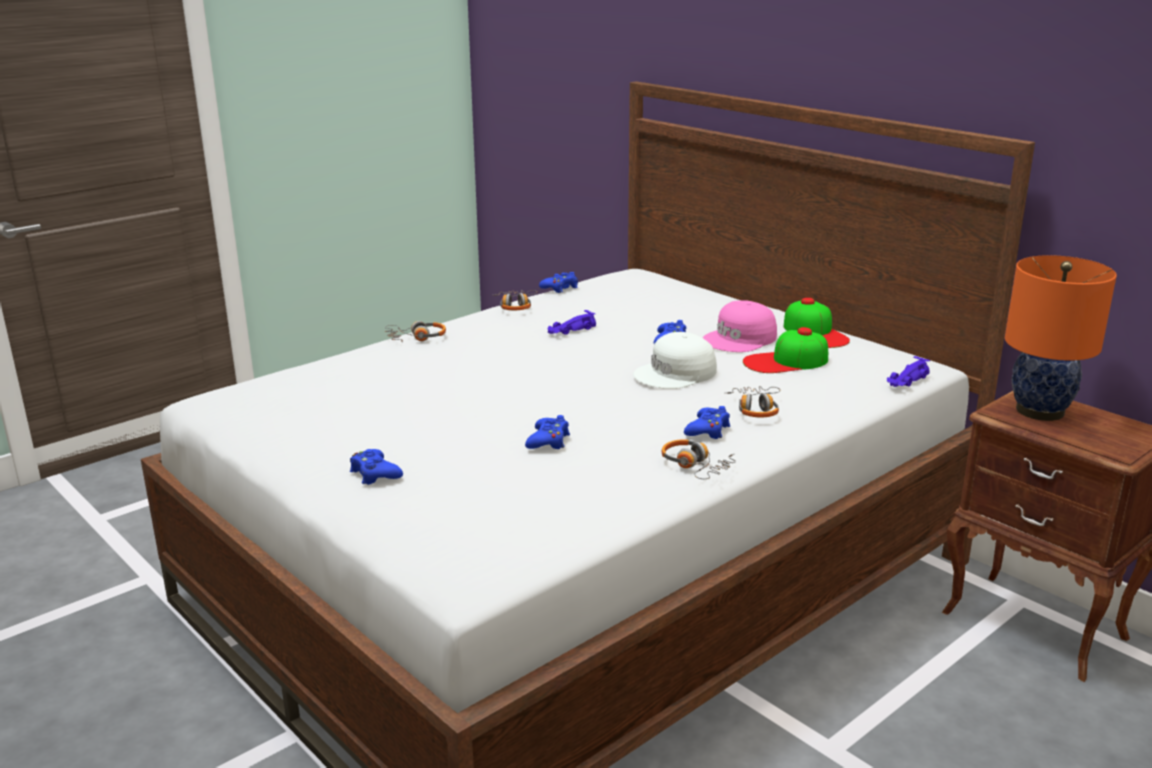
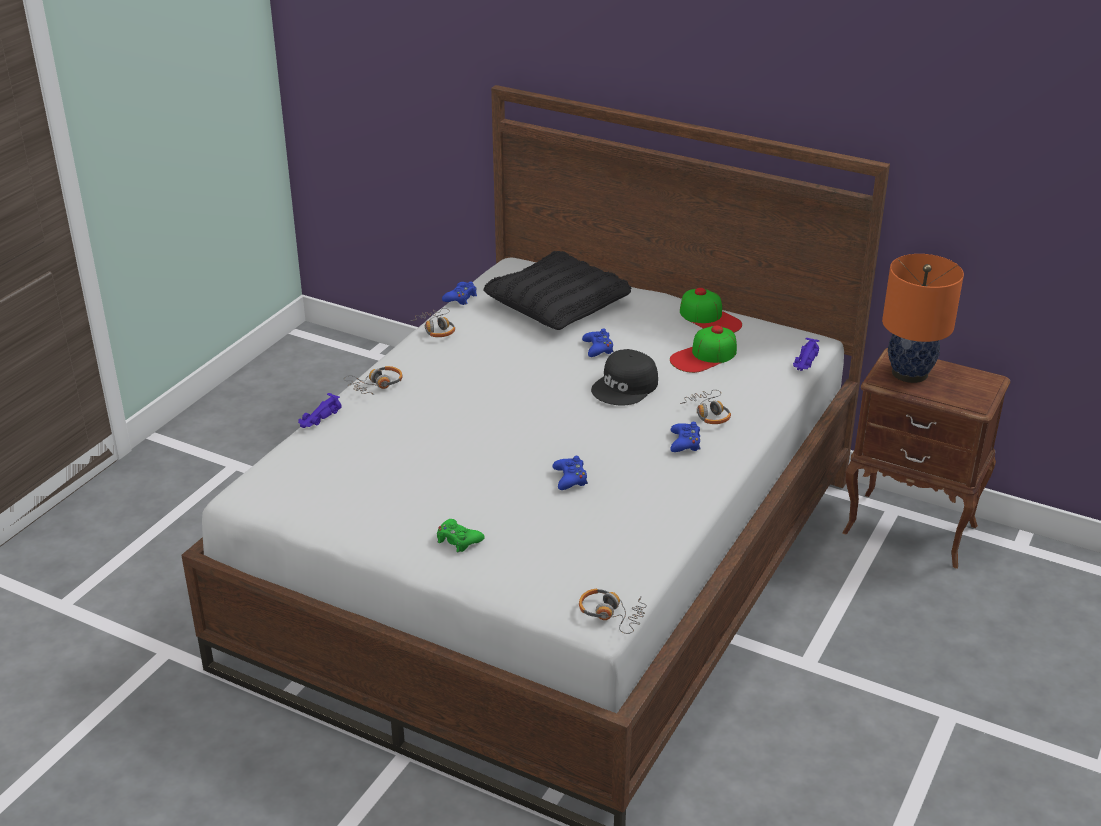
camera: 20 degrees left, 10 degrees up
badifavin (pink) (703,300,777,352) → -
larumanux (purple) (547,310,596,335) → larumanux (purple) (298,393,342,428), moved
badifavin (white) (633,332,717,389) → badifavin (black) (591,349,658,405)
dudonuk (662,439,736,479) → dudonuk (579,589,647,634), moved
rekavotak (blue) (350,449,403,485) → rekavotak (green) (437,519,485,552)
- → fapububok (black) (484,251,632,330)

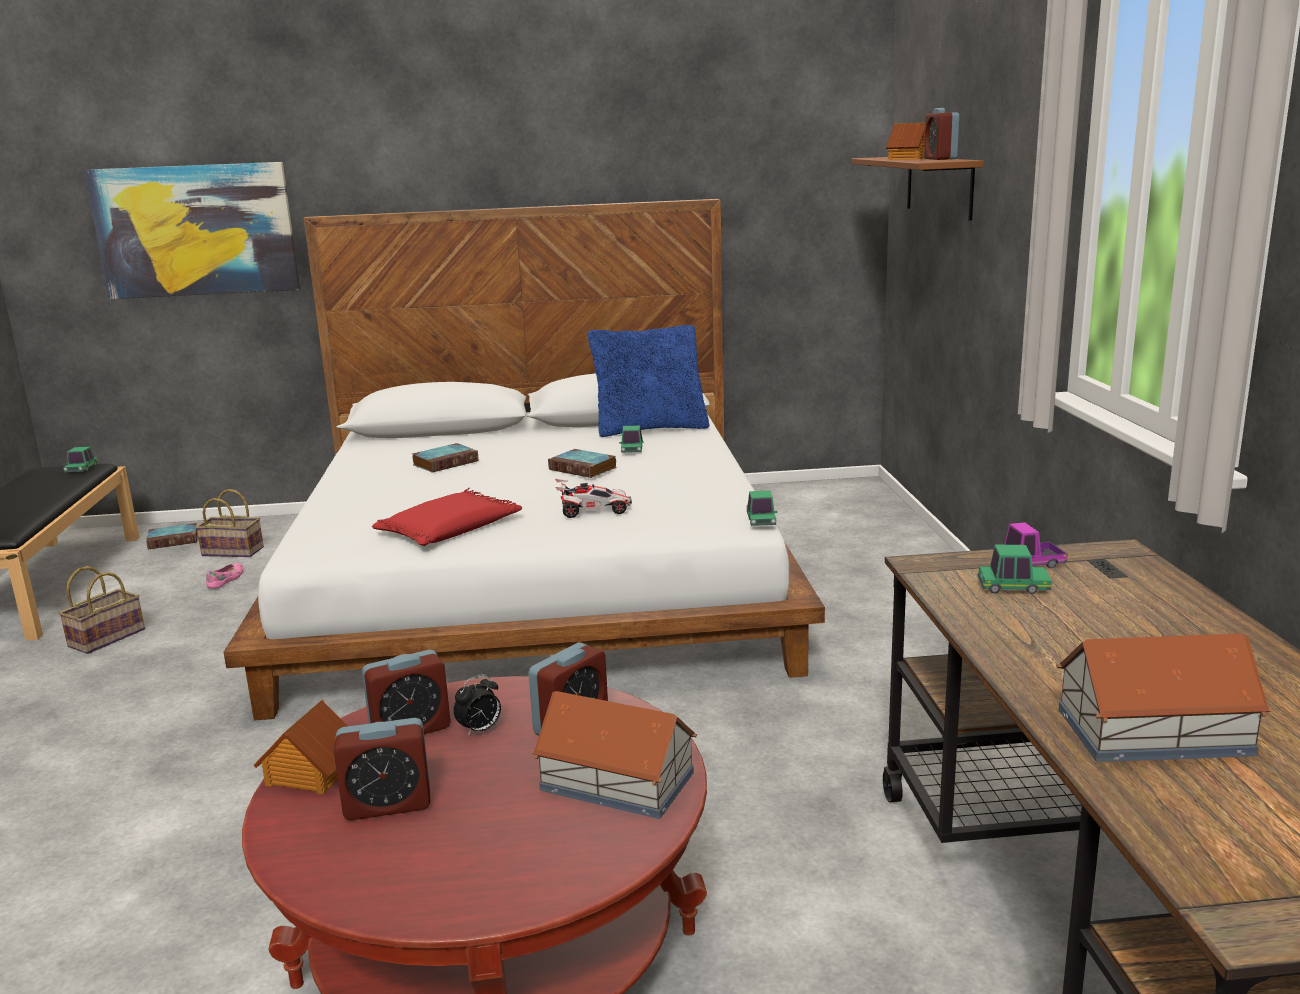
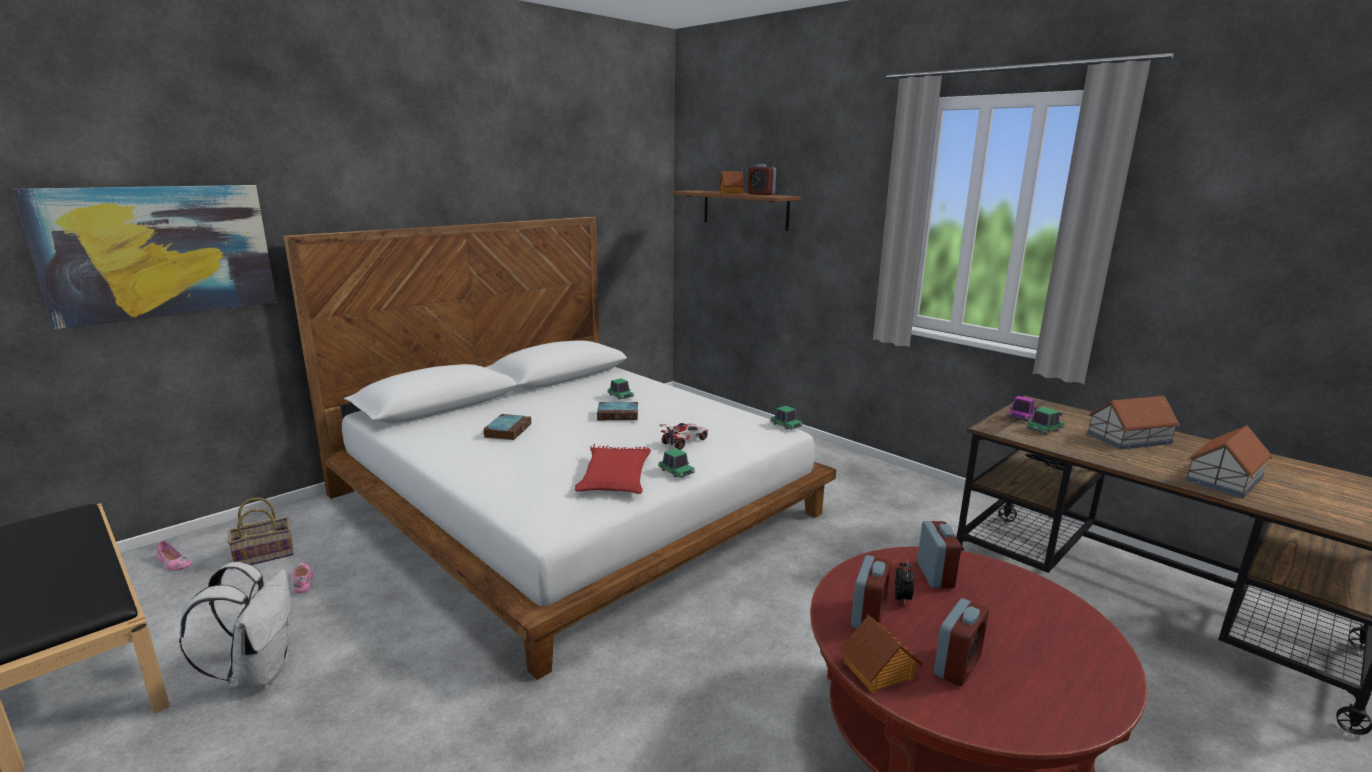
camera: 40 degrees left, 0 degrees up
fapububok (blue) (588,325,709,437) → -
larumanux (63,447,99,472) → larumanux (659,448,695,478), moved
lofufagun (146,523,198,549) → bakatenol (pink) (157,541,191,571)
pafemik (59,566,145,654) → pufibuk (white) (179,562,291,690)
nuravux (531,691,697,819) → nuravux (1087,396,1180,450), moved

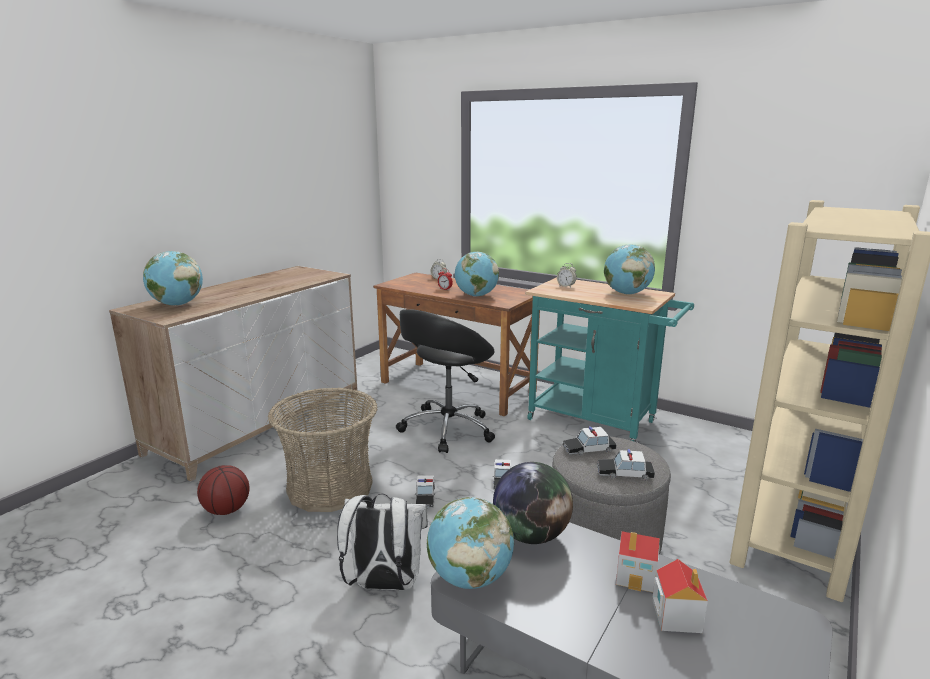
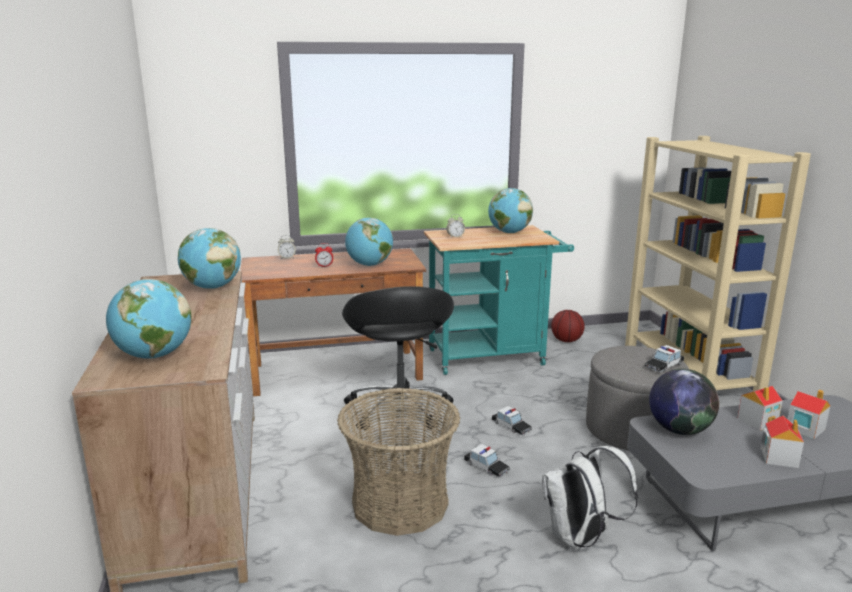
camera: 45 degrees left, 0 degrees up
larumanux (562,426,617,456) → -
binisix (197,465,250,515) → binisix (551,310,585,342), moved
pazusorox (427,497,514,589) → pazusorox (178,228,241,289), moved
- → nuravux (761,416,804,468)

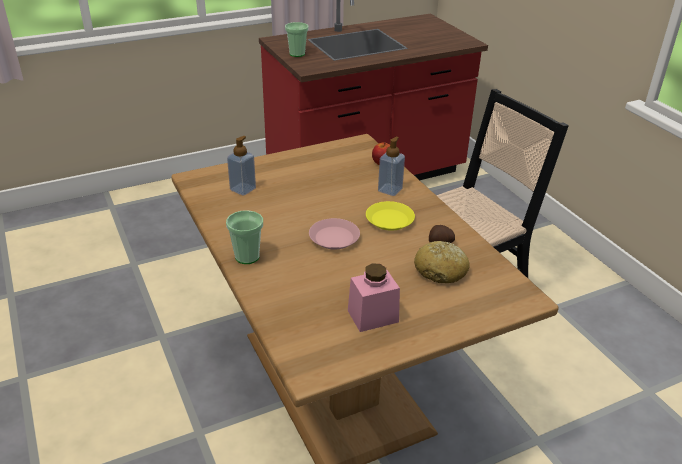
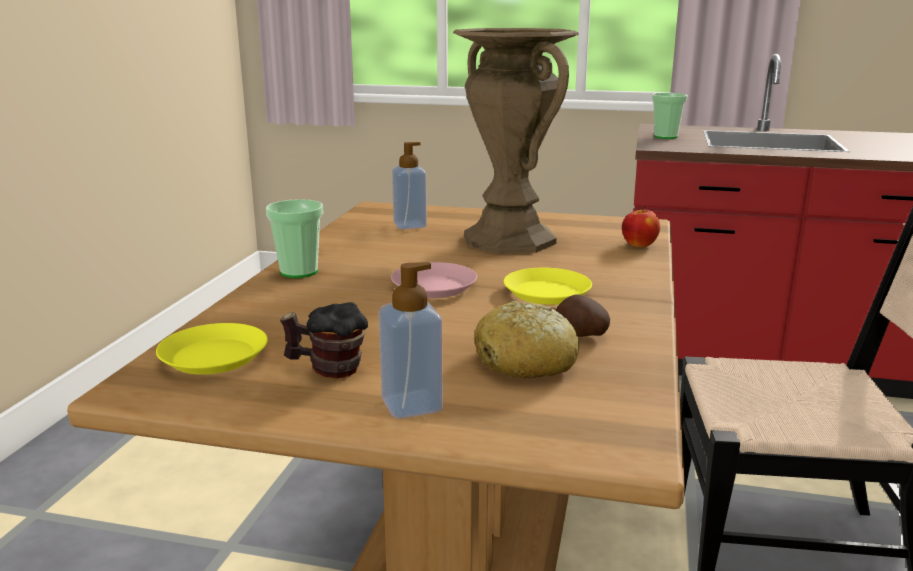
camera: 40 degrees right, 15 degrees down
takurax (378,137,405,196) → takurax (379,262,443,419), moved
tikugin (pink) (348,263,400,332) → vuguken (280,302,368,379)
- → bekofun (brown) (453,28,579,254)
- → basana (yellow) (156,323,268,374)

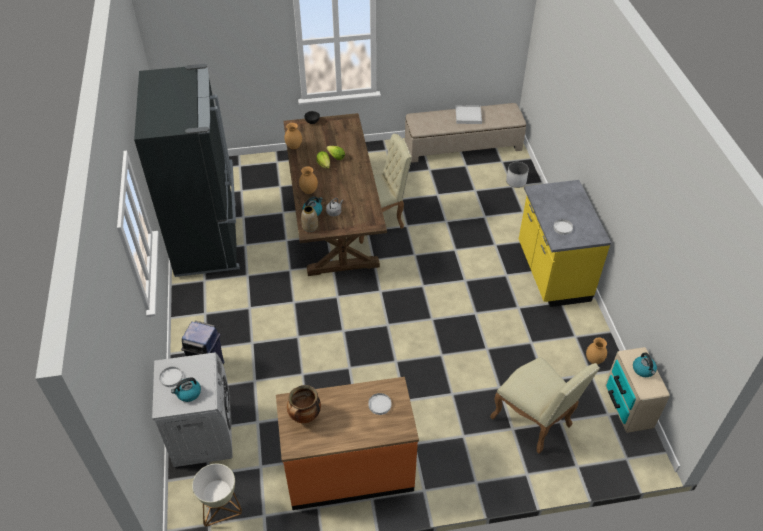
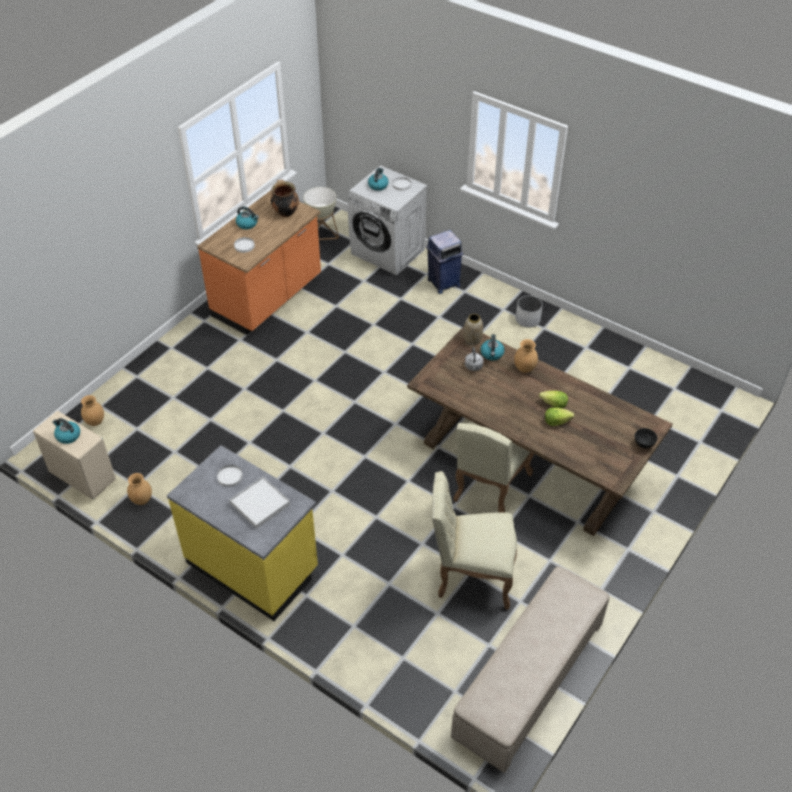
camera: 135 degrees right, 0 degrees up
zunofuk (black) (134,64,240,277) → -
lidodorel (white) (455,105,482,124) → lidodorel (white) (229,477,290,529), moved
bekofun (brown) (284,123,302,149) → bekofun (brown) (81,395,104,426), moved
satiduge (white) (506,162,529,188) → satiduge (white) (516,295,543,328), moved
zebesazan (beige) (490,357,600,454) → zebesazan (beige) (432,471,517,609), moved
- → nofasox (236,207,259,229)

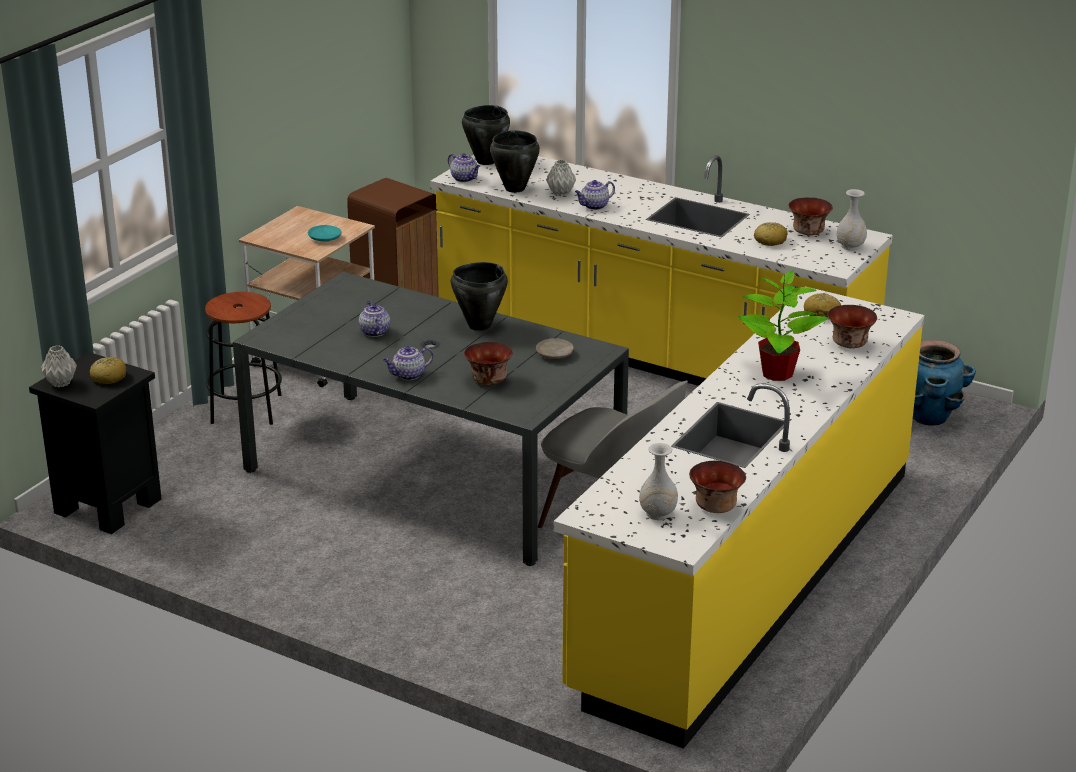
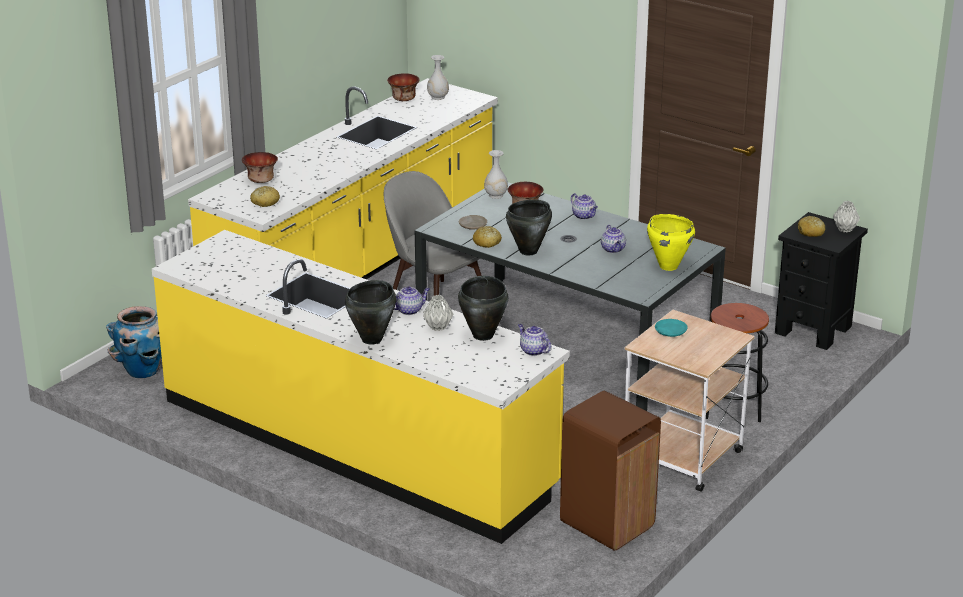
camera: 175 degrees left, 0 degrees up
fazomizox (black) (462,105,510,165) → fazomizox (black) (345,280,396,345), moved
bekofun (white) (837,189,867,251) → bekofun (white) (484,150,508,199), moved
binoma (788,197,833,235) → -
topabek (754,222,788,246) → topabek (473,226,502,248), moved
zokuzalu (738,270,829,381) → -
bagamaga (383,346,433,380) → bagamaga (571,193,598,220), 75 degrees clockwise
- → fazomizox (yellow) (647,214,695,271)

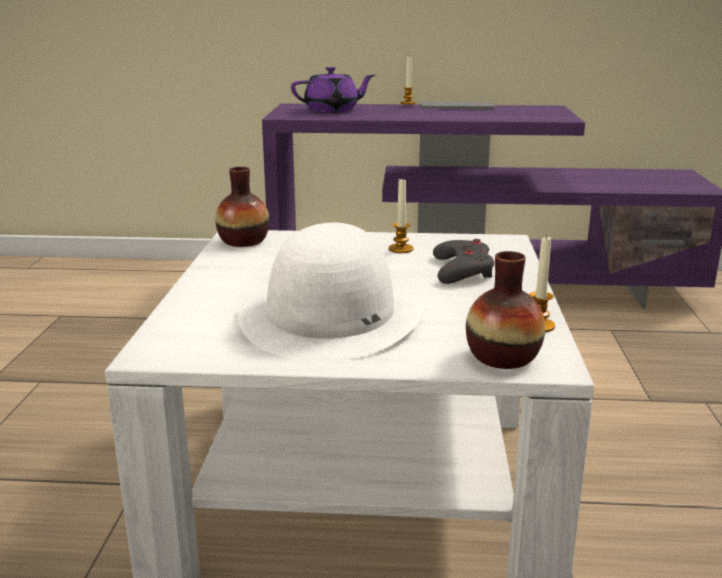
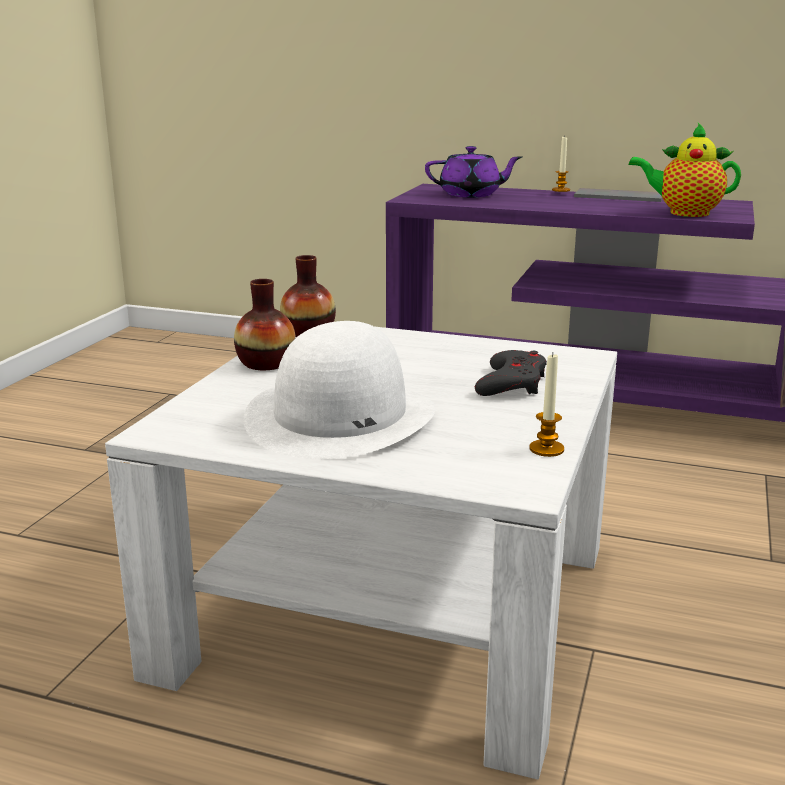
camera: 15 degrees right, 0 degrees up
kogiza (389,177,413,253) → -
bekofun (466,251,545,369) → bekofun (234,279,296,370), moved
- → bagamaga (629,123,741,217)

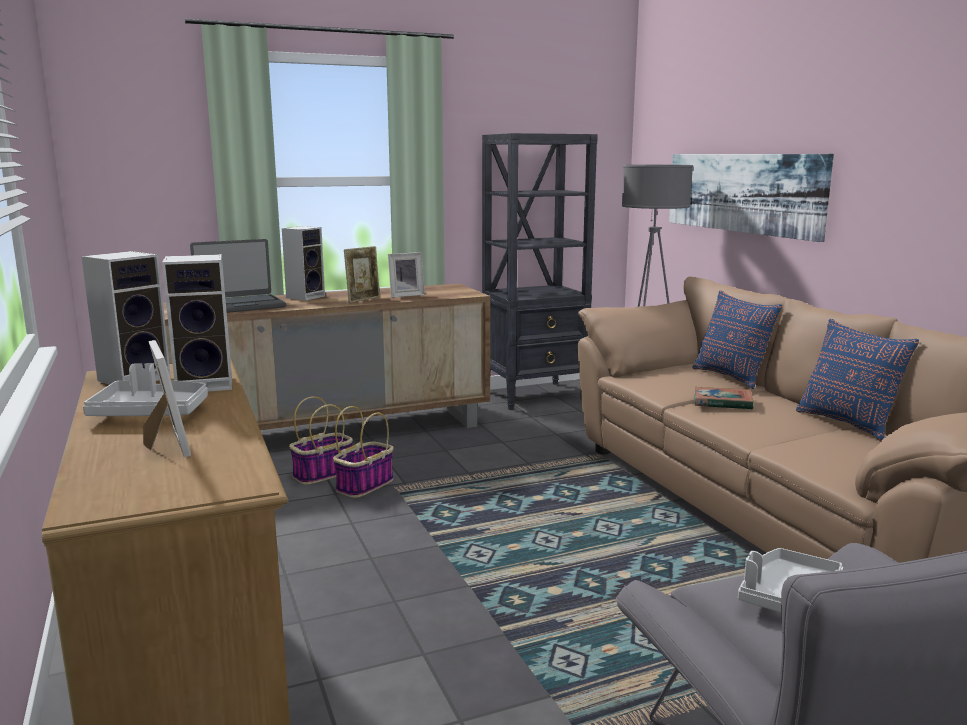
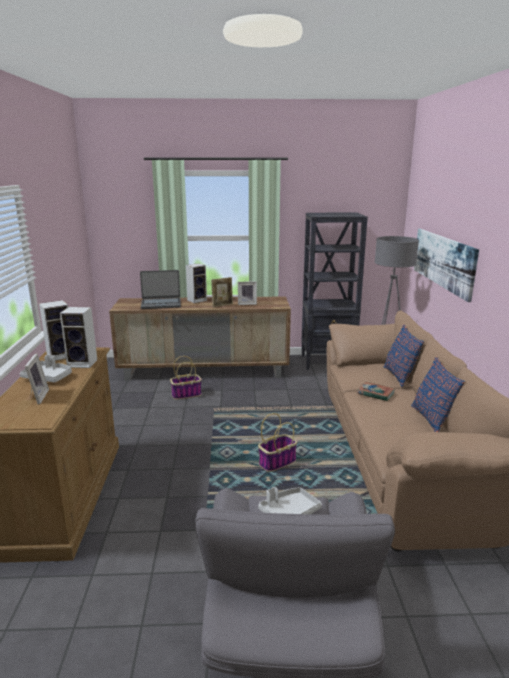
camera: 20 degrees right, 5 degrees up
pafemik (333,406,394,498) → pafemik (258,413,298,472), moved

